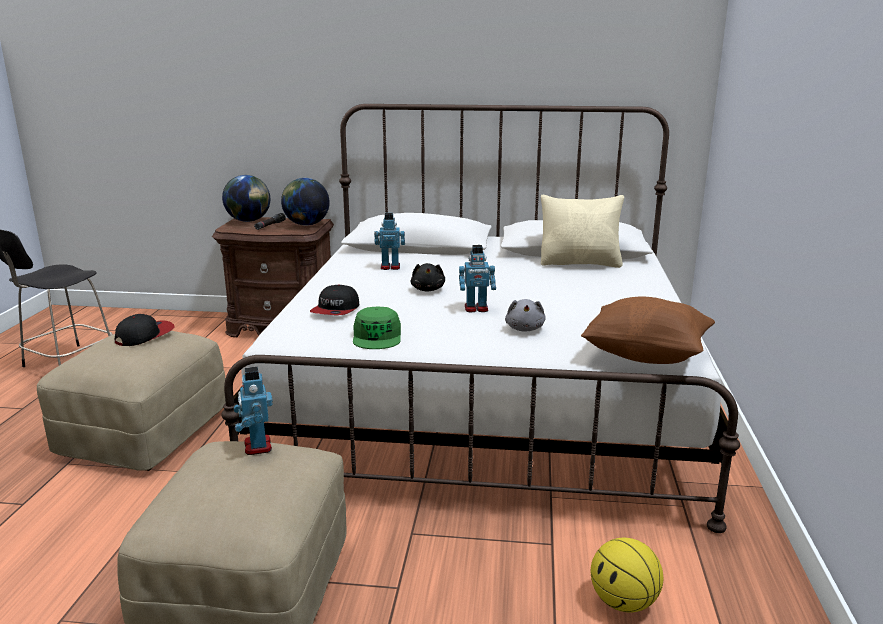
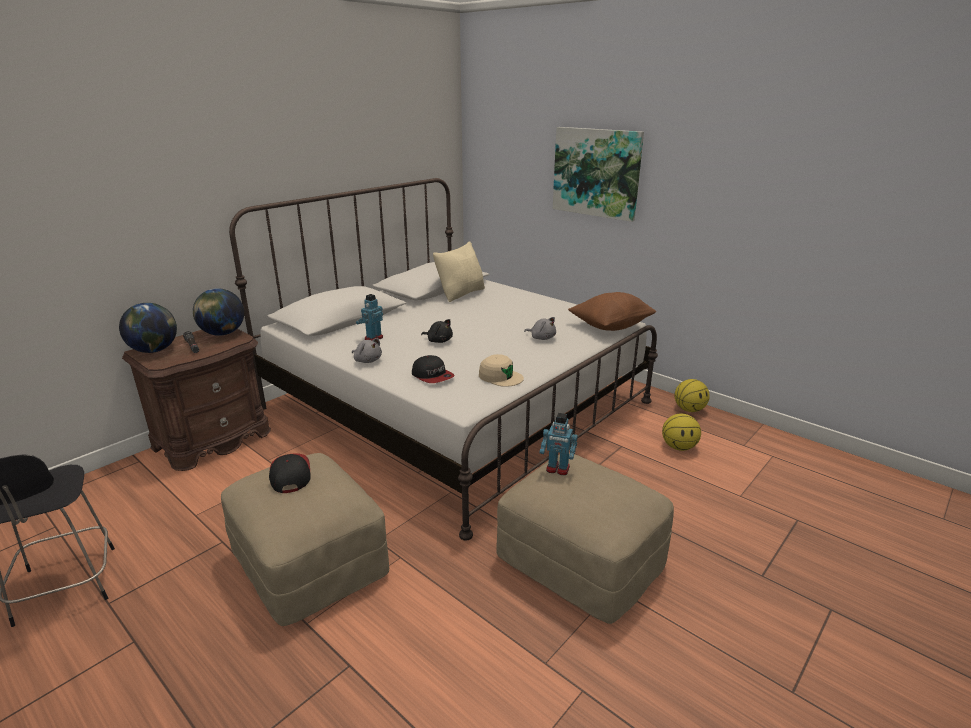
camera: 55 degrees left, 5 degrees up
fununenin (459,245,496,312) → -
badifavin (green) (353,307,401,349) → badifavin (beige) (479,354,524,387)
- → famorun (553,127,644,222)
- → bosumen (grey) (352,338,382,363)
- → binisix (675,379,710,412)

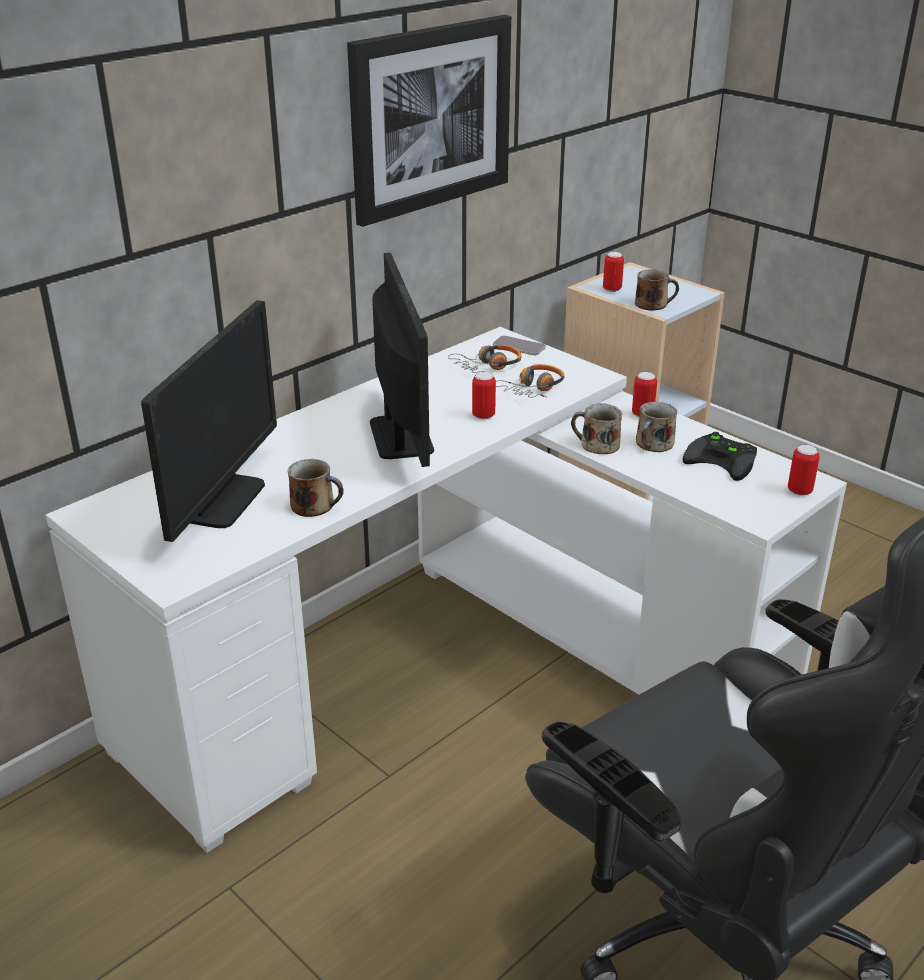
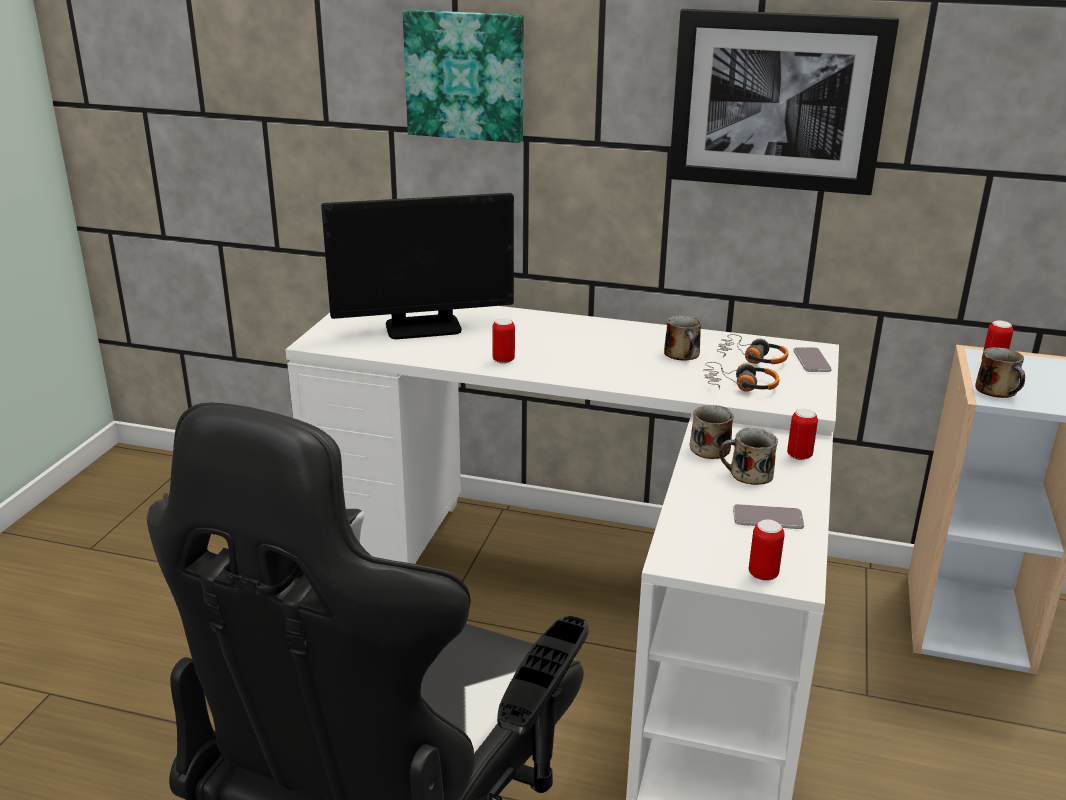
camera: 60 degrees right, 5 degrees down
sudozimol (370,253,434,467) → -
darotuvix (472,372,496,420) → darotuvix (492,318,515,364), moved
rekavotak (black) (683,432,757,481) → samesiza (733,504,804,529)
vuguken (288,459,344,517) → vuguken (664,315,702,361), moved
- → famorun (403,10,524,143)

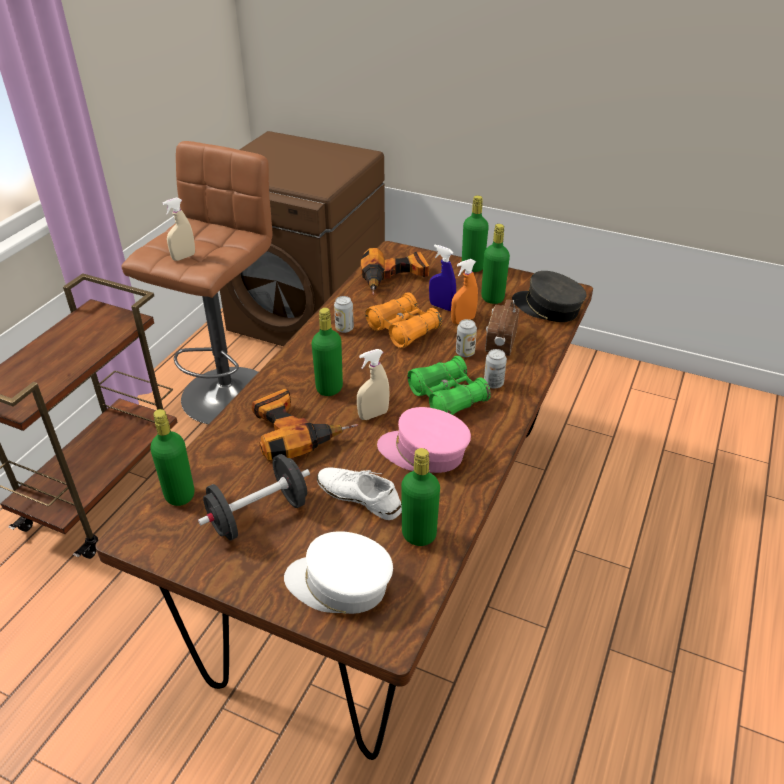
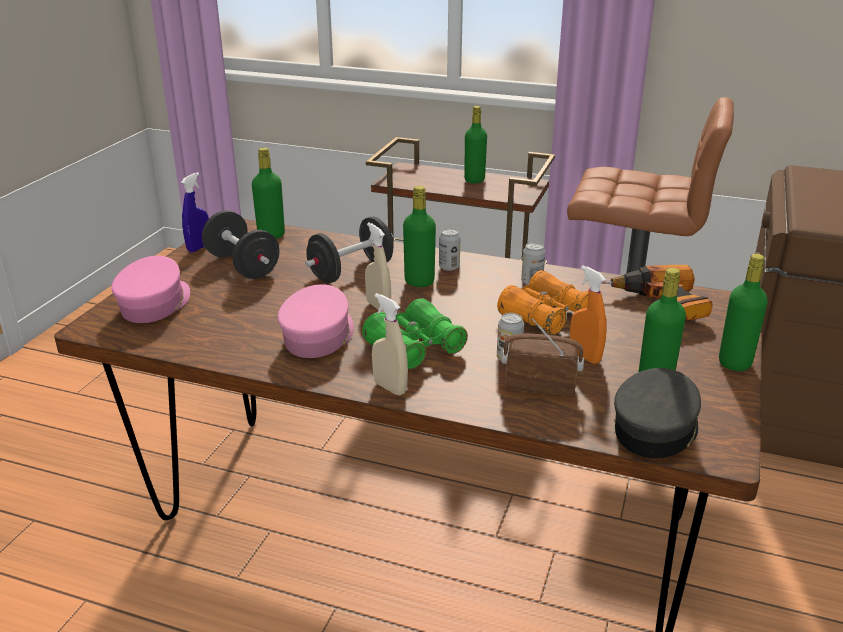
camera: 85 degrees right, 10 degrees down
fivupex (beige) (163,197,195,261) → fivupex (beige) (372,293,408,395), moved
fivupex (blue) (429,245,456,311) → fivupex (blue) (181,172,209,252), moved
darotuvix (484,349,507,389) → darotuvix (439,228,461,271), moved
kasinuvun (251,388,358,461) → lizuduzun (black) (305,216,394,283)
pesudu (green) (401,448,440,546) → pesudu (green) (464,106,487,183), moved
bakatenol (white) (317,467,402,520) → -
badifavin (white) (284,531,393,614) → badifavin (pink) (111,256,190,323)

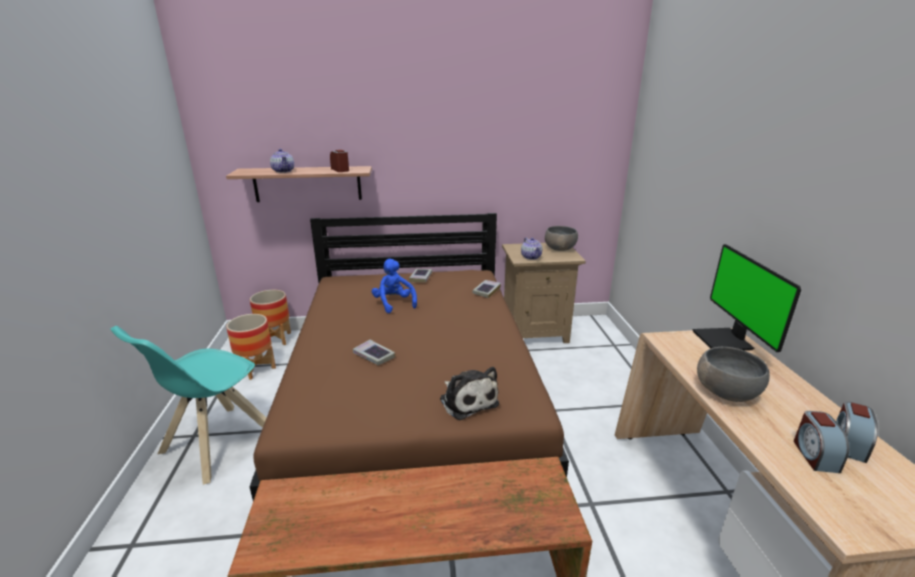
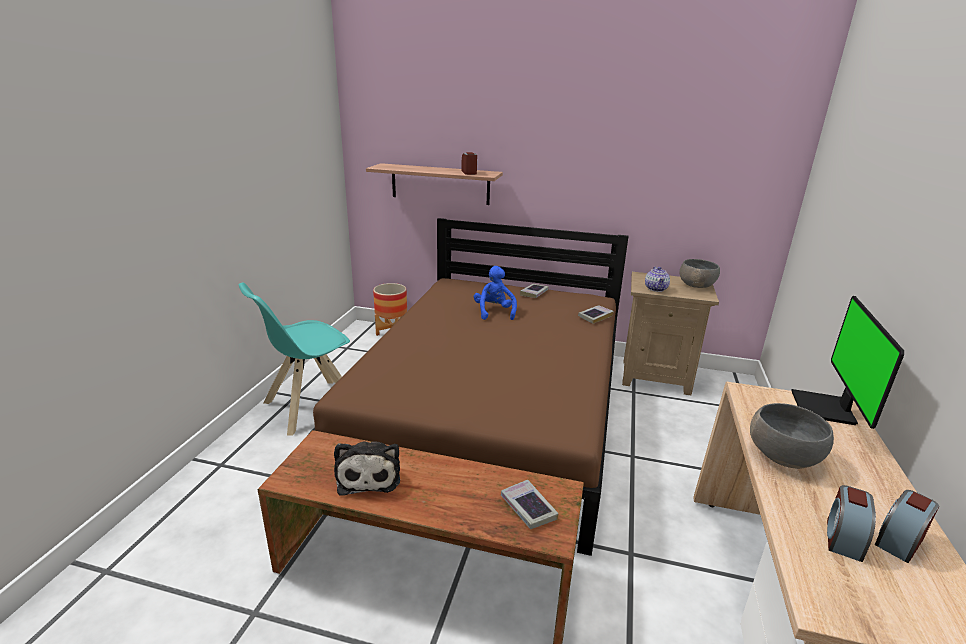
camera: 20 degrees right, 0 degrees up
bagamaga (270,149,294,173) → -
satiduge (226,314,276,380) → -
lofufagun (353,340,395,365) → lofufagun (501,480,559,529), moved
bosumen (440,367,499,420) → bosumen (334,441,400,496), moved

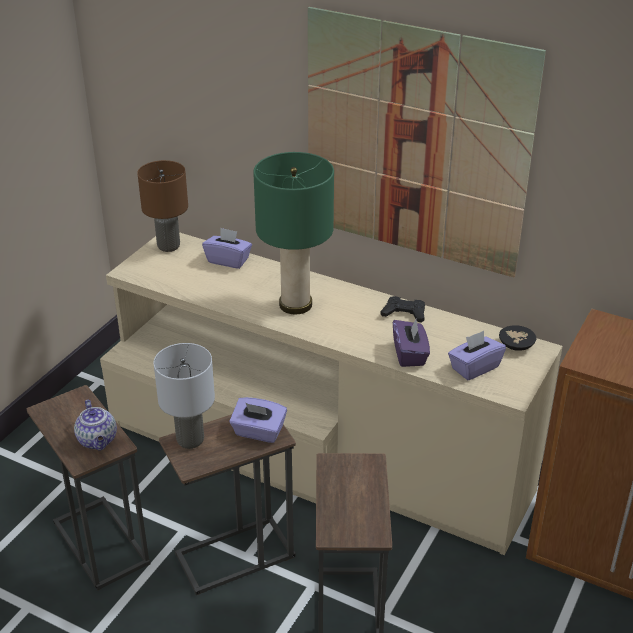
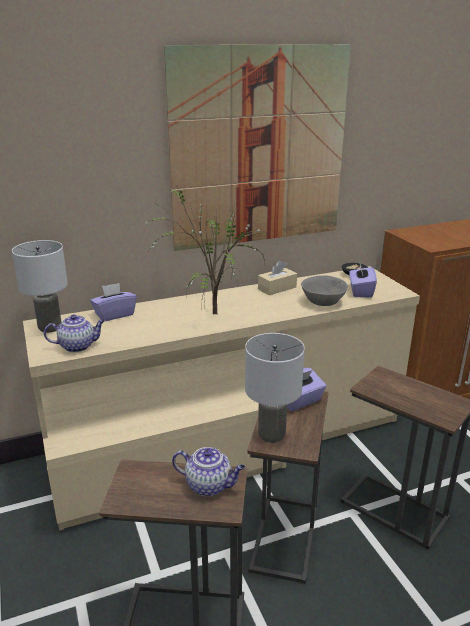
camera: 50 degrees left, 10 degrees down
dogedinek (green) (253,152,334,314) → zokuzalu (143,186,269,314)
dogedinek (brown) (137,160,188,252) → dogedinek (white) (12,240,68,333)
rekavotak (black) (381,296,425,323) → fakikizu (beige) (258,260,297,295)
fakikizu (purple) (393,317,430,367) → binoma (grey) (301,275,348,306)
- → bagamaga (44,314,105,352)

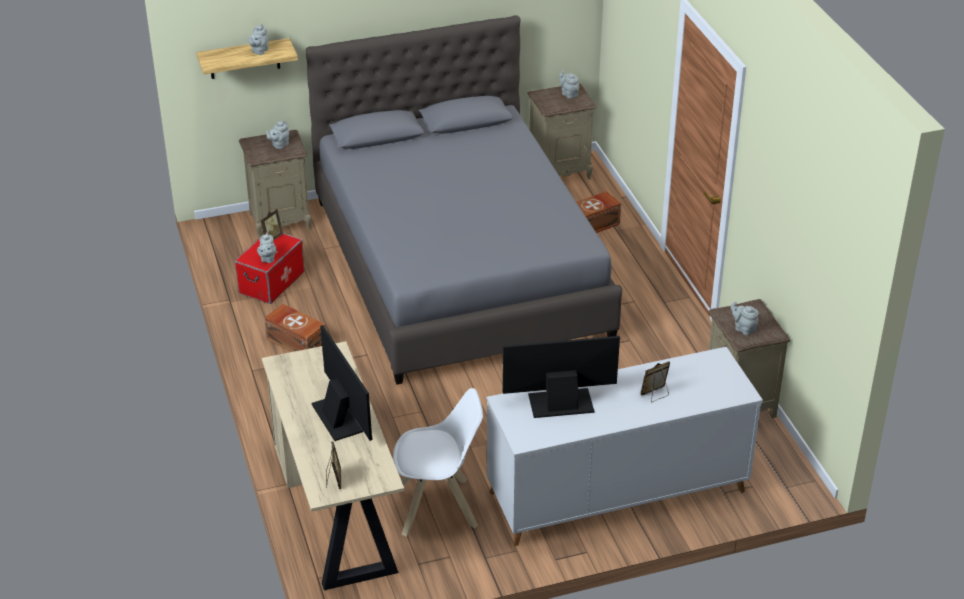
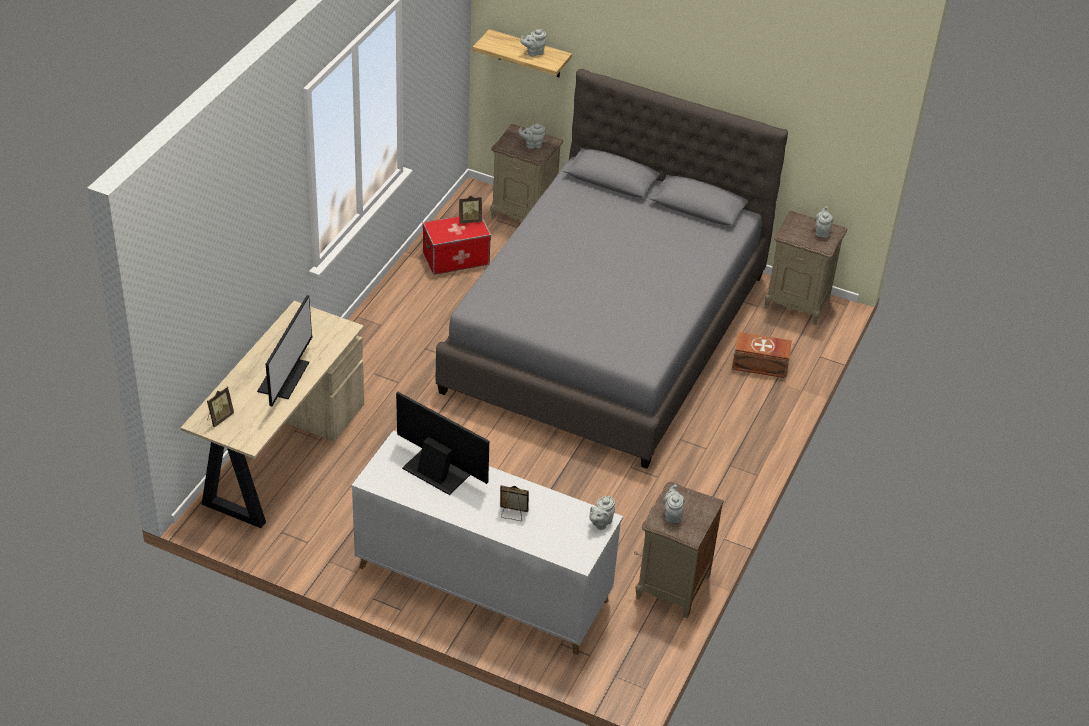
camera: 40 degrees right, 5 degrees up
bagamaga (grey) (257,232,276,263) → bagamaga (grey) (590,496,615,530), moved
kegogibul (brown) (264,304,326,352) → -
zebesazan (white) (393,388,483,536) → -

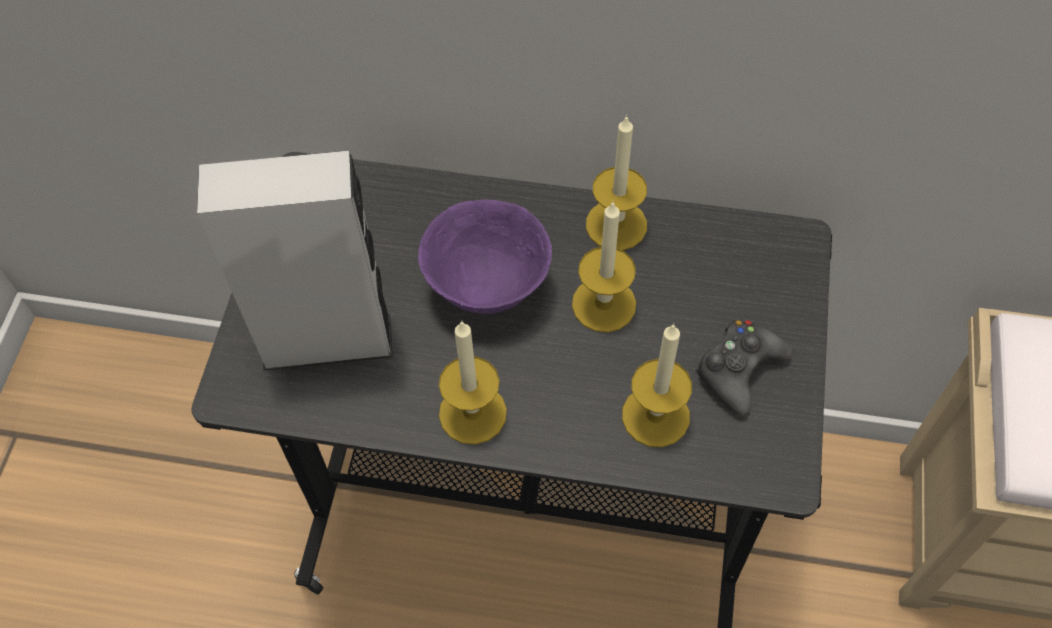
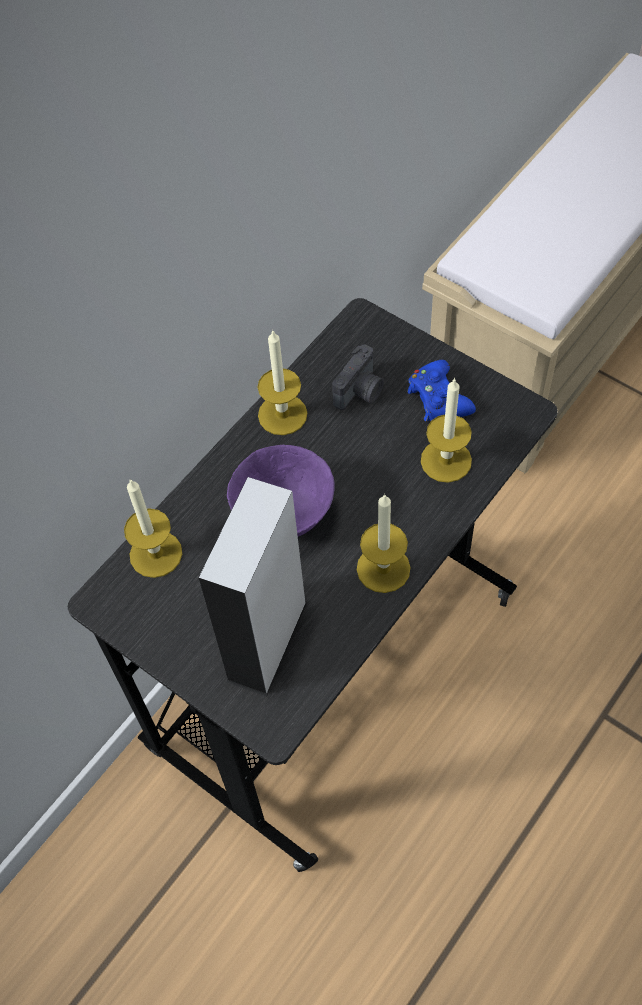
camera: 60 degrees left, 0 degrees up
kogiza (572,201,636,333) → kogiza (124,479,182,578), moved
rekavotak (black) (696,320,792,416) → rekavotak (blue) (407,360,476,421)
- → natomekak (332,344,384,410)

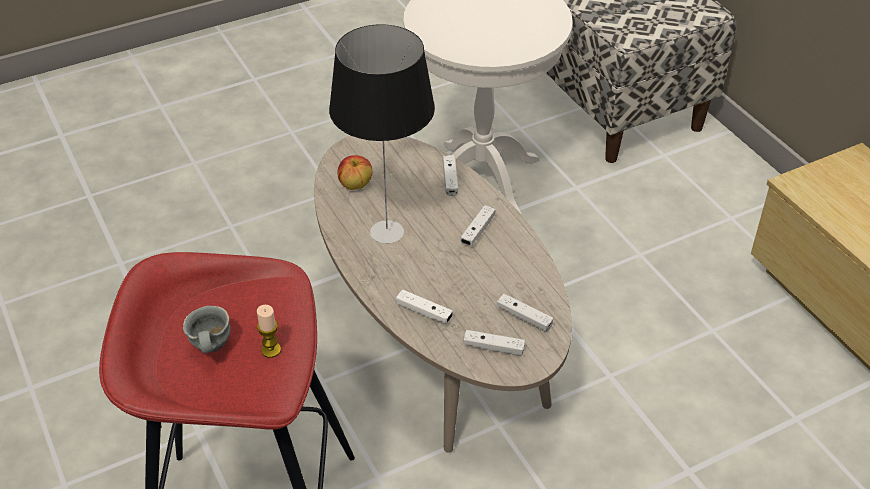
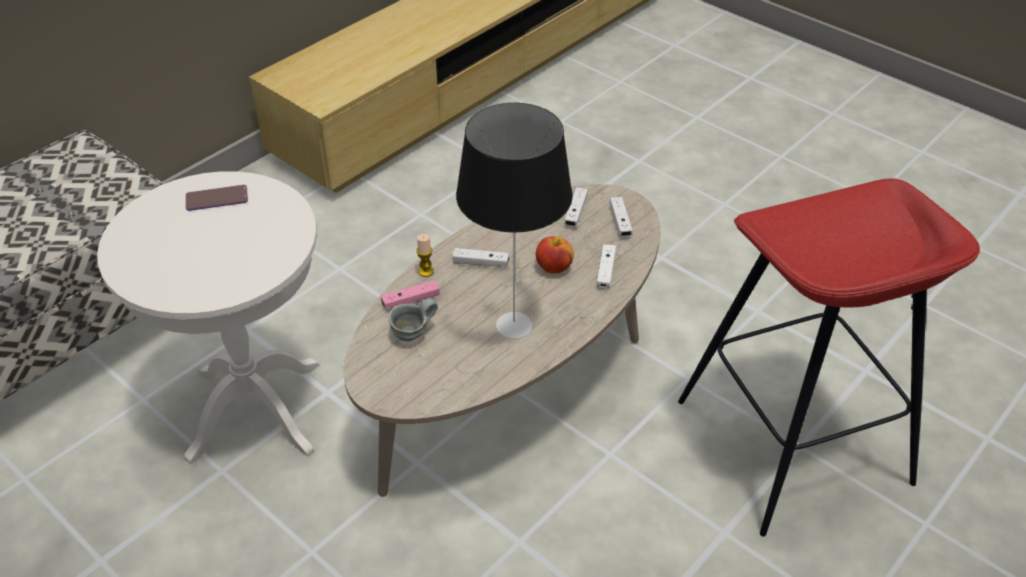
camera: 110 degrees left, 0 degrees up
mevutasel (337,155,372,190) → mevutasel (536,236,574,274), moved
rekavotak (white) (443,155,458,196) → rekavotak (pink) (381,280,440,309)
kogiza (257,305,281,358) → kogiza (416,234,434,277), moved
vuguken (grey) (183,306,230,353) → vuguken (grey) (389,298,438,341), moved
- → samesiza (186,185,248,211)

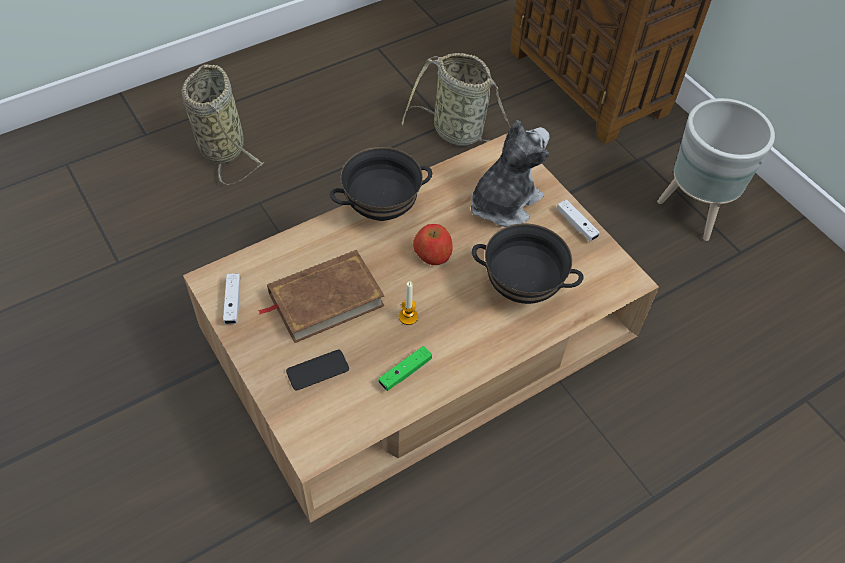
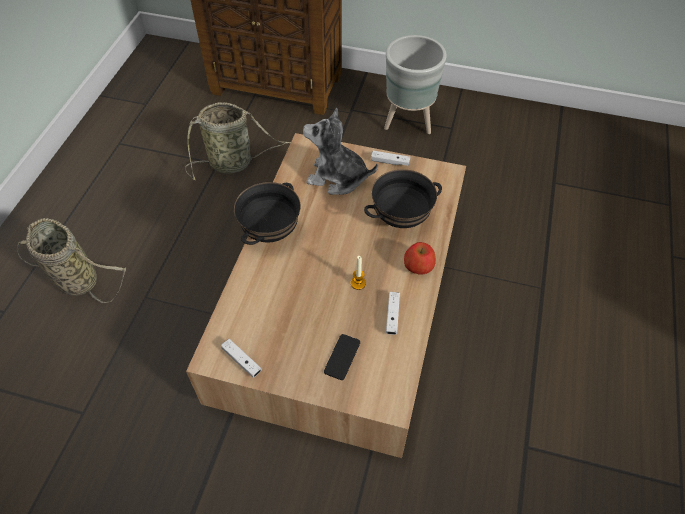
camera: 40 degrees left, 0 degrees up
bosumen (471,120,550,227) → bosumen (303,108,378,195), 75 degrees counterclockwise
mevutasel (413,224,453,265) → mevutasel (404,242,436,274), moved
lofufagun (brown) (258,250,385,343) → -
rekavotak (green) (378,346,432,391) → rekavotak (white) (386,292,400,335)

